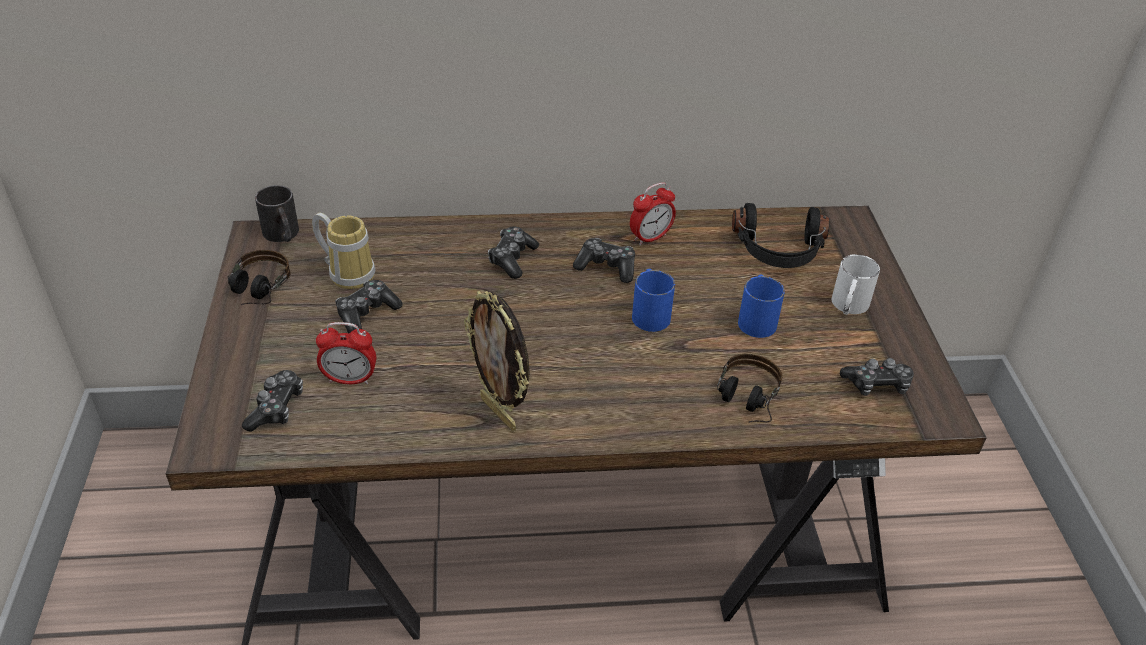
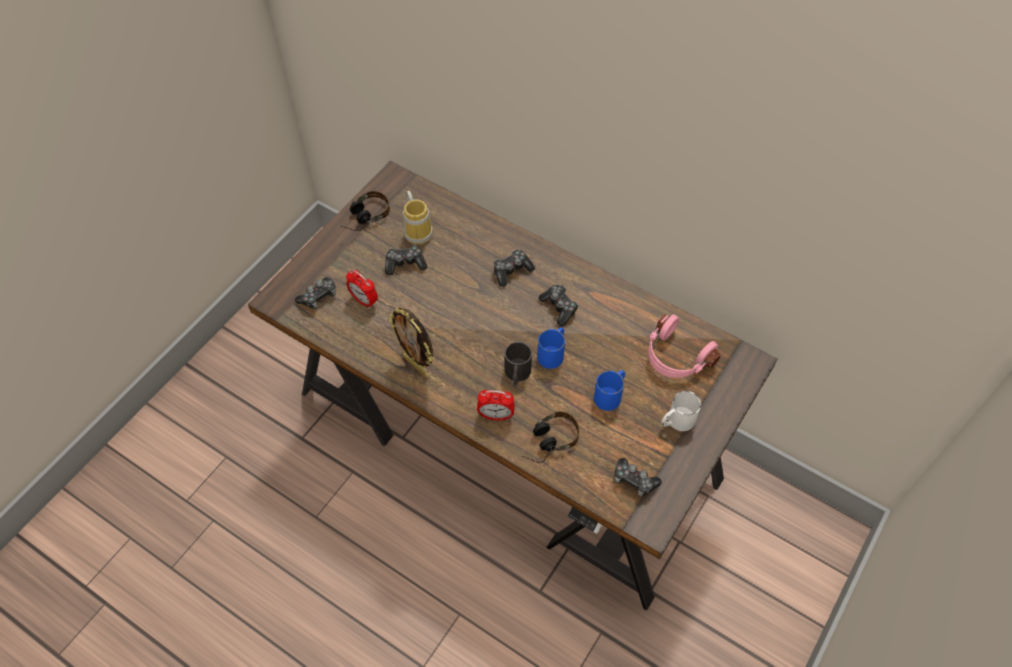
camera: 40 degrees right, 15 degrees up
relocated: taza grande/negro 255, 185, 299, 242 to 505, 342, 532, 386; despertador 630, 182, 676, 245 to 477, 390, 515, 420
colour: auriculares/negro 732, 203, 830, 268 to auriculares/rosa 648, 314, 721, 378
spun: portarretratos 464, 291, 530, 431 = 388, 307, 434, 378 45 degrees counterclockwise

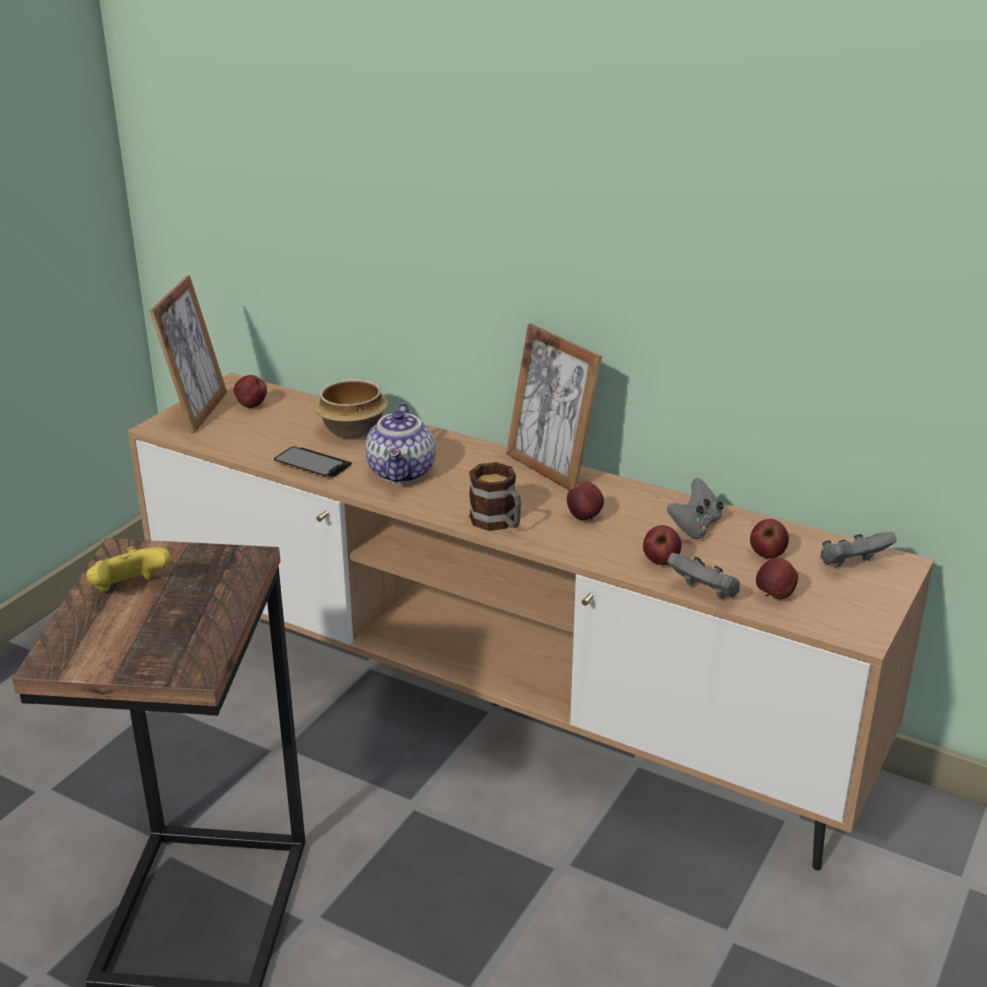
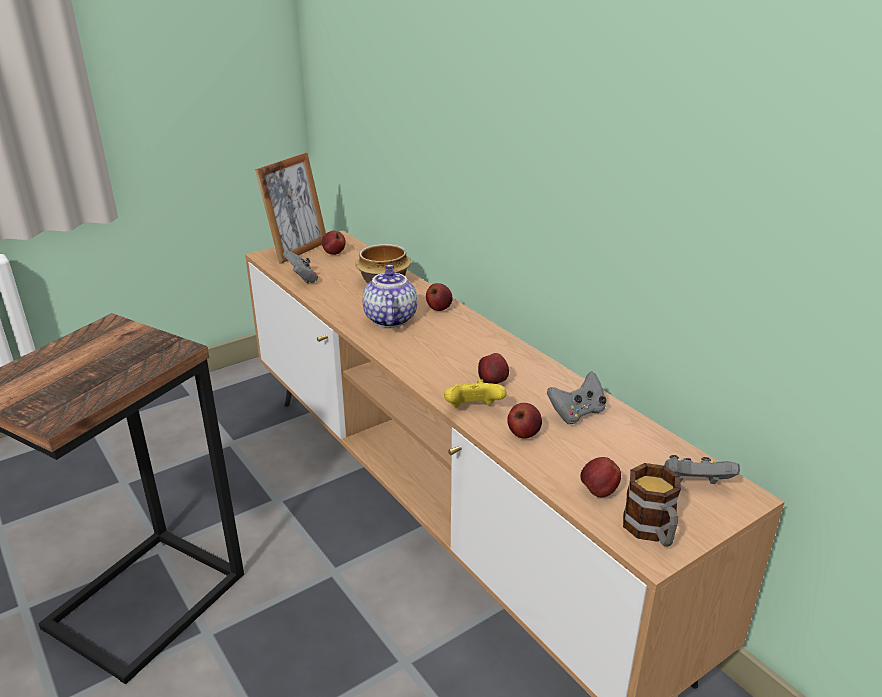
camera: 25 degrees right, 0 degrees up
missing: móvil 274, 447, 352, 477; portarretratos 506, 323, 602, 491
relocated: mando de consola/amarillo 86, 546, 171, 591 to 444, 380, 507, 407; taza grande 469, 462, 521, 531 to 623, 463, 681, 547; mando de consola/gris 667, 553, 740, 599 to 283, 250, 318, 283; manzana 750, 519, 789, 559 to 426, 283, 453, 311
spun: tetera 365, 403, 436, 484 = 363, 265, 418, 327 150 degrees clockwise

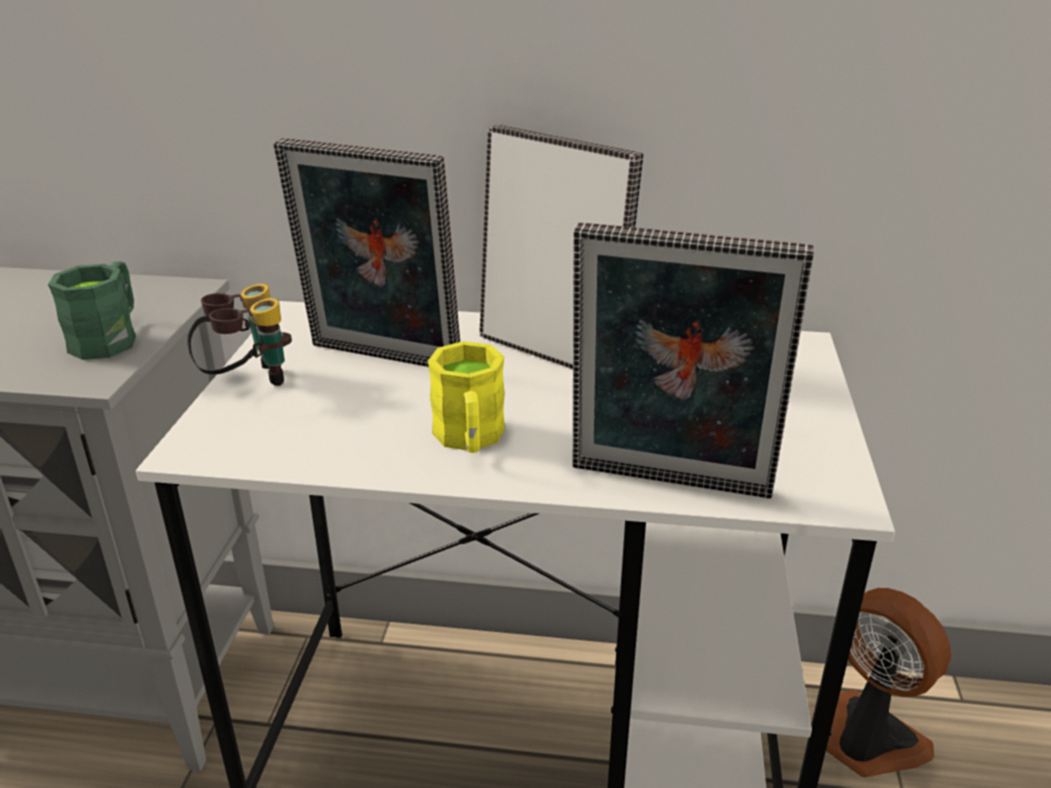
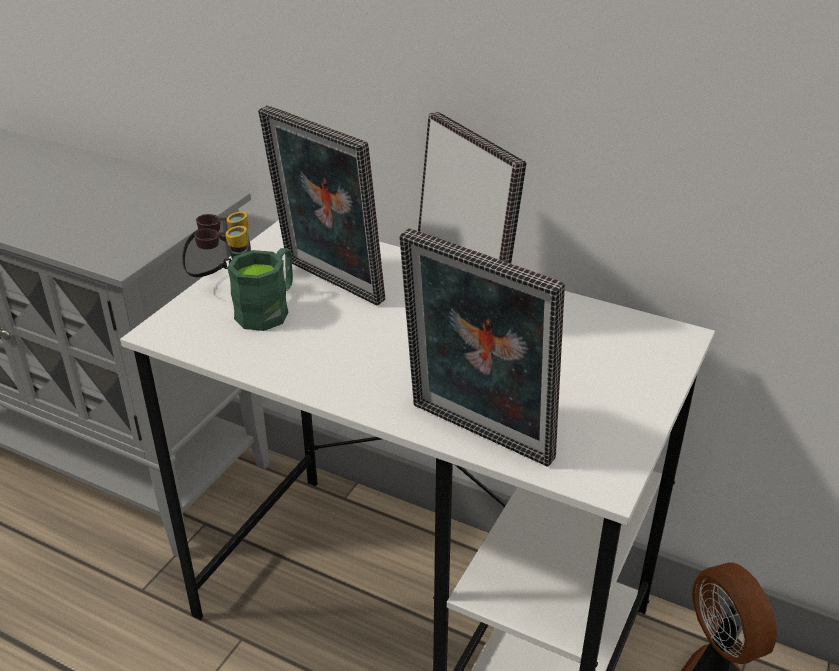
camera: 20 degrees right, 5 degrees up
missing: taza grande/amarillo 428, 341, 505, 453
relocated: taza grande/verde 48, 261, 136, 360 to 227, 248, 293, 331

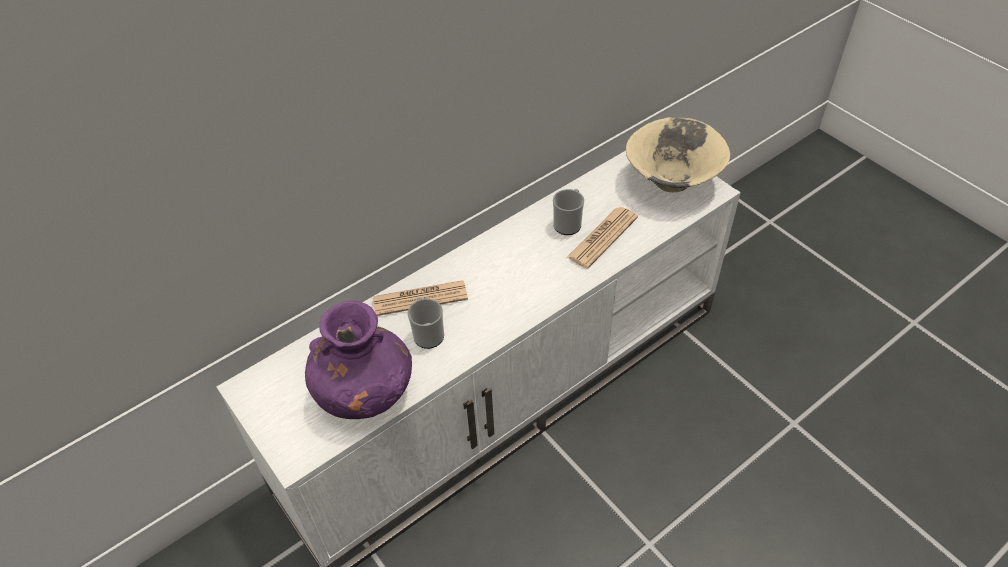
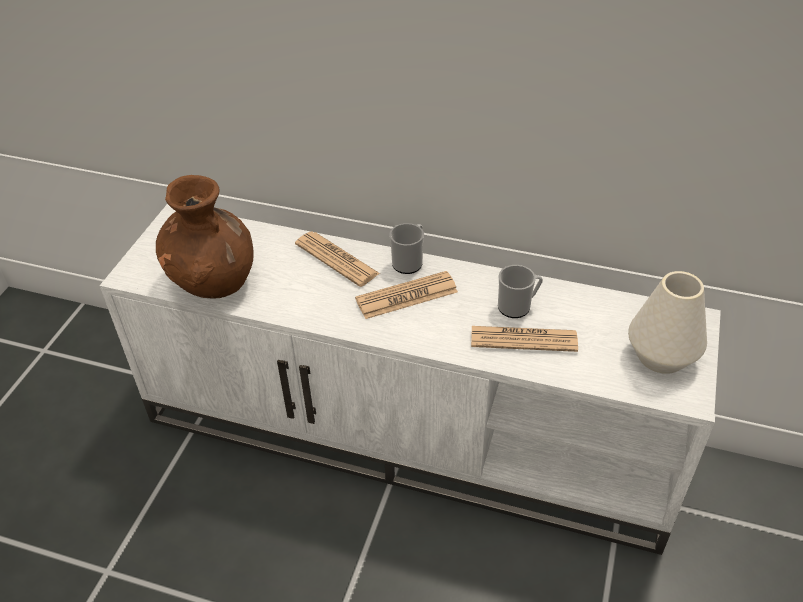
camera: 55 degrees right, 5 degrees down
appeared: periódico 355, 271, 458, 319
relocated: taza grande 408, 297, 444, 349 to 389, 223, 424, 274
exchanged: cuenco/beis 626, 117, 730, 192 to florero/blanco 628, 271, 707, 374
colour: florero/morado 305, 301, 412, 419 to florero/marrón 156, 175, 254, 299

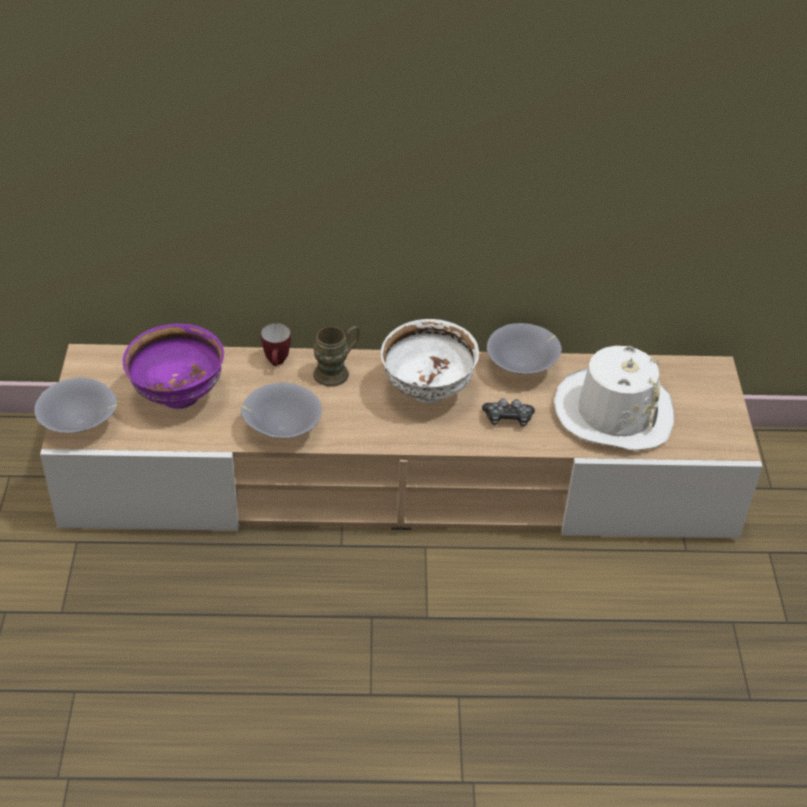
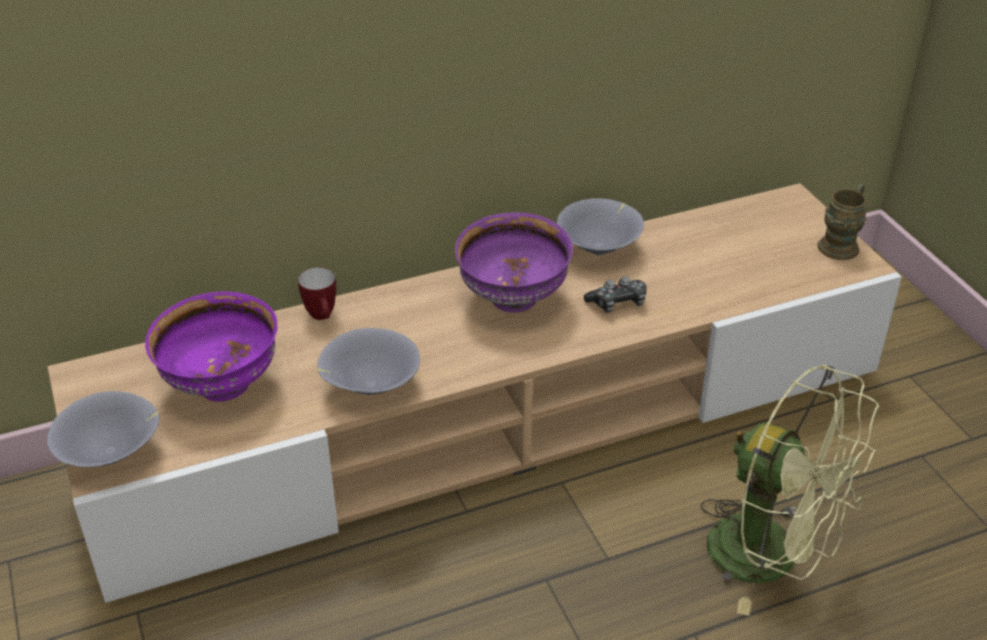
camera: 20 degrees left, 5 degrees down
missing: sombrero/blanco 554, 346, 674, 451
appeared: ventilador/verde 700, 364, 879, 616
relocated: taza grande/marrón 313, 326, 360, 387 to 817, 184, 866, 260
colour: cuenco/blanco 381, 319, 479, 403 to cuenco/morado 455, 212, 573, 313

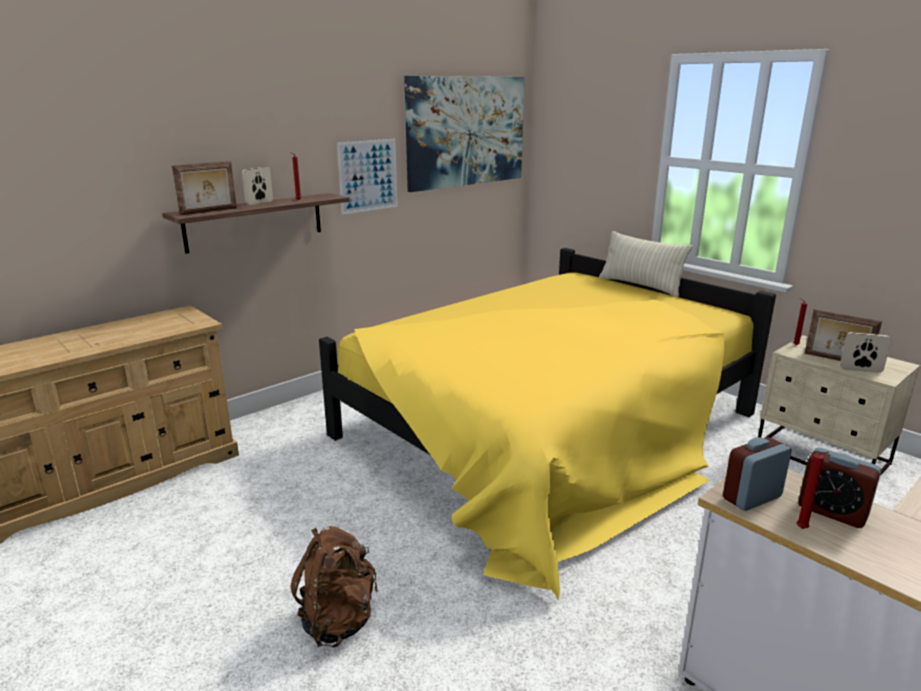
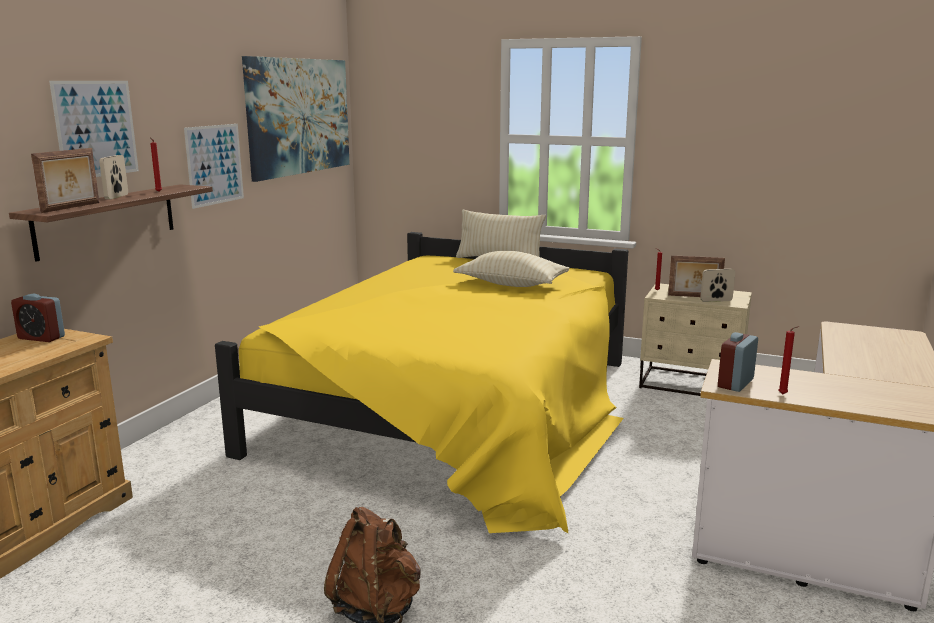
camera: 25 degrees left, 5 degrees down
appeared: cuadro 49, 81, 139, 177; cojín/beis 453, 251, 570, 287
relocated: despertador 798, 448, 881, 528 to 11, 294, 65, 342

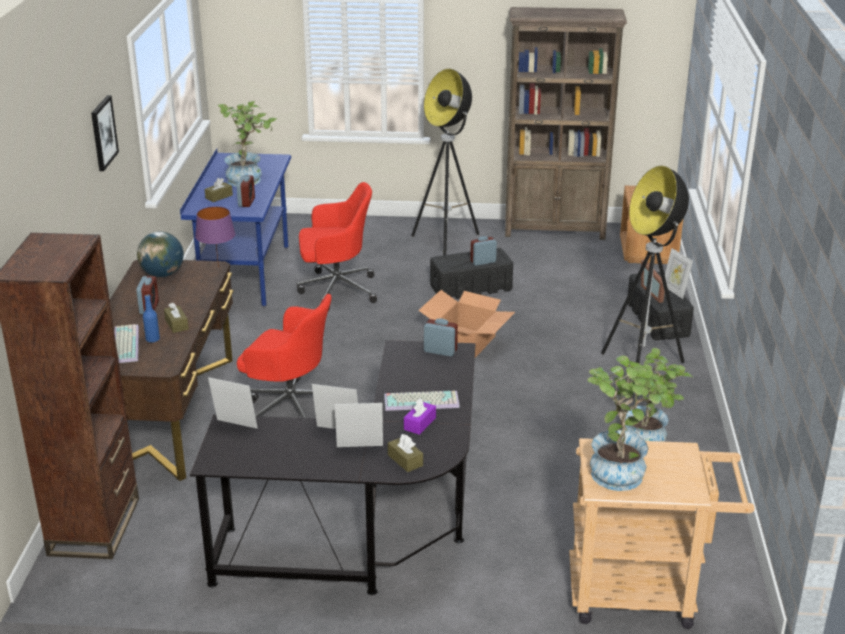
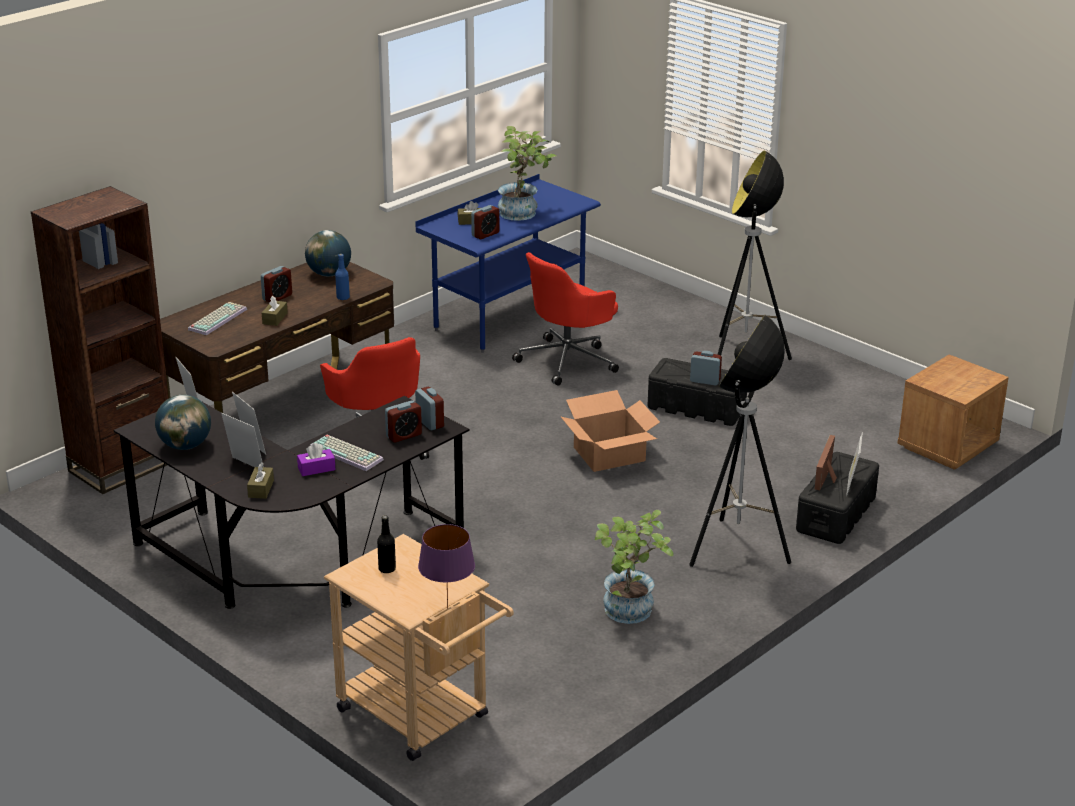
camera: 40 degrees right, 0 degrees up
missing: cuadro 91, 95, 119, 171; estantería/marrón 505, 7, 627, 240
appeared: globo terráqueo 155, 395, 211, 450; despertador 385, 400, 422, 443
relocated: botella/azul 143, 294, 160, 343 to 335, 254, 350, 300; lámpara de mesa/morado 195, 206, 235, 268 to 418, 524, 475, 608
exchanged: planta en maceta 588, 356, 668, 491 to botella/negro 377, 516, 396, 573
spun: silla de oficina/rojo 297, 182, 377, 311 = 512, 252, 619, 385 105 degrees clockwise

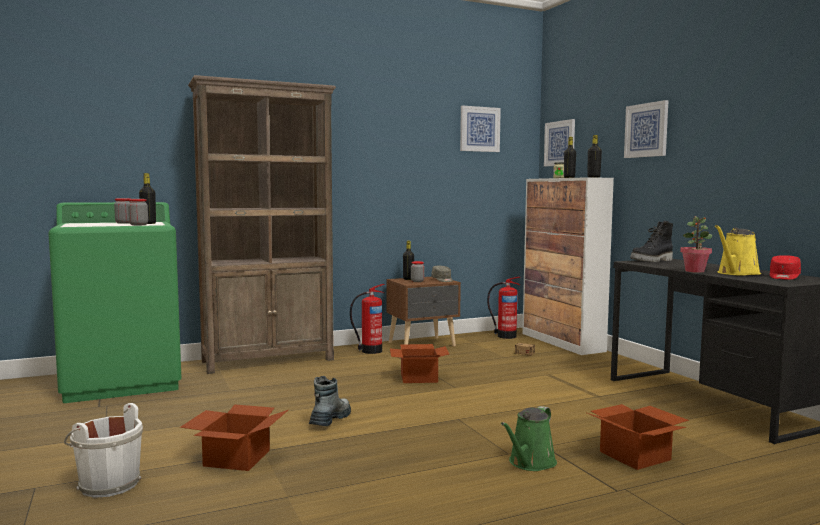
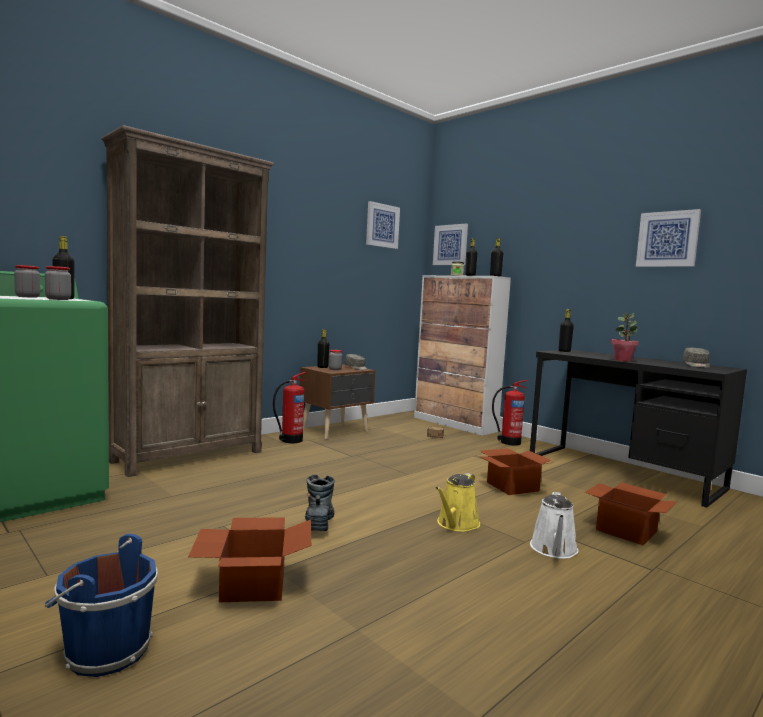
camera: 20 degrees left, 0 degrees up
relocated: caja de cartón 390, 344, 449, 383 to 479, 448, 551, 495; extintor 487, 276, 520, 339 to 492, 380, 529, 446; cuadro 624, 100, 669, 158 to 636, 209, 701, 267; regadera/amarillo 715, 225, 761, 276 to 435, 473, 480, 532
exchanged: bota/negro 630, 221, 673, 262 to botella/negro 559, 309, 574, 352
colour: cubo/blanco 64, 403, 143, 498 to cubo/azul 45, 534, 158, 677; regadera/verde 501, 406, 557, 471 to regadera/blanco 530, 492, 578, 559; gorra/rojo 770, 255, 801, 280 to gorra/gris 682, 348, 710, 368

